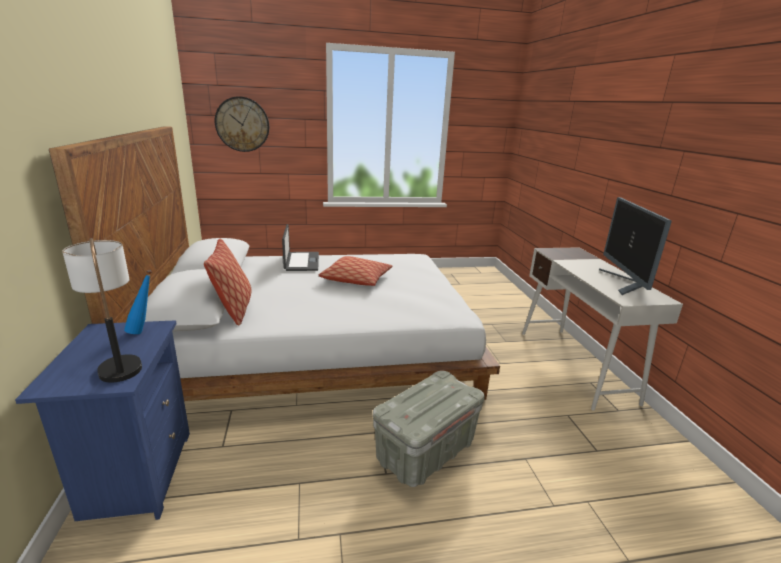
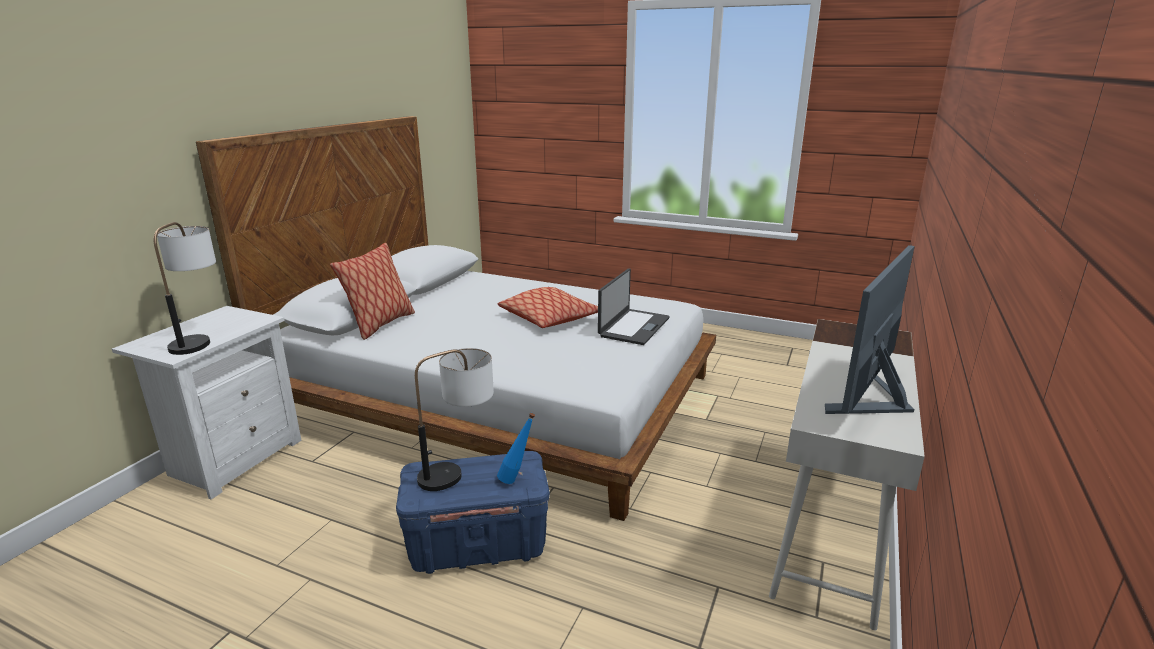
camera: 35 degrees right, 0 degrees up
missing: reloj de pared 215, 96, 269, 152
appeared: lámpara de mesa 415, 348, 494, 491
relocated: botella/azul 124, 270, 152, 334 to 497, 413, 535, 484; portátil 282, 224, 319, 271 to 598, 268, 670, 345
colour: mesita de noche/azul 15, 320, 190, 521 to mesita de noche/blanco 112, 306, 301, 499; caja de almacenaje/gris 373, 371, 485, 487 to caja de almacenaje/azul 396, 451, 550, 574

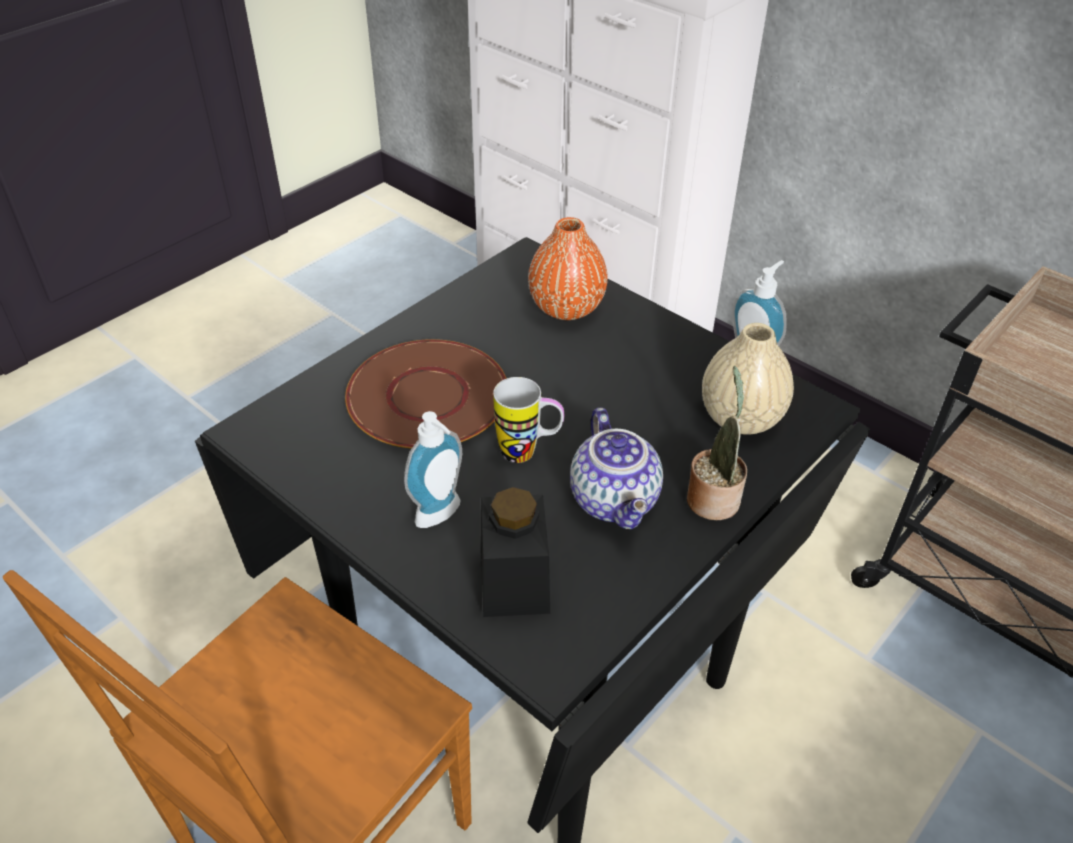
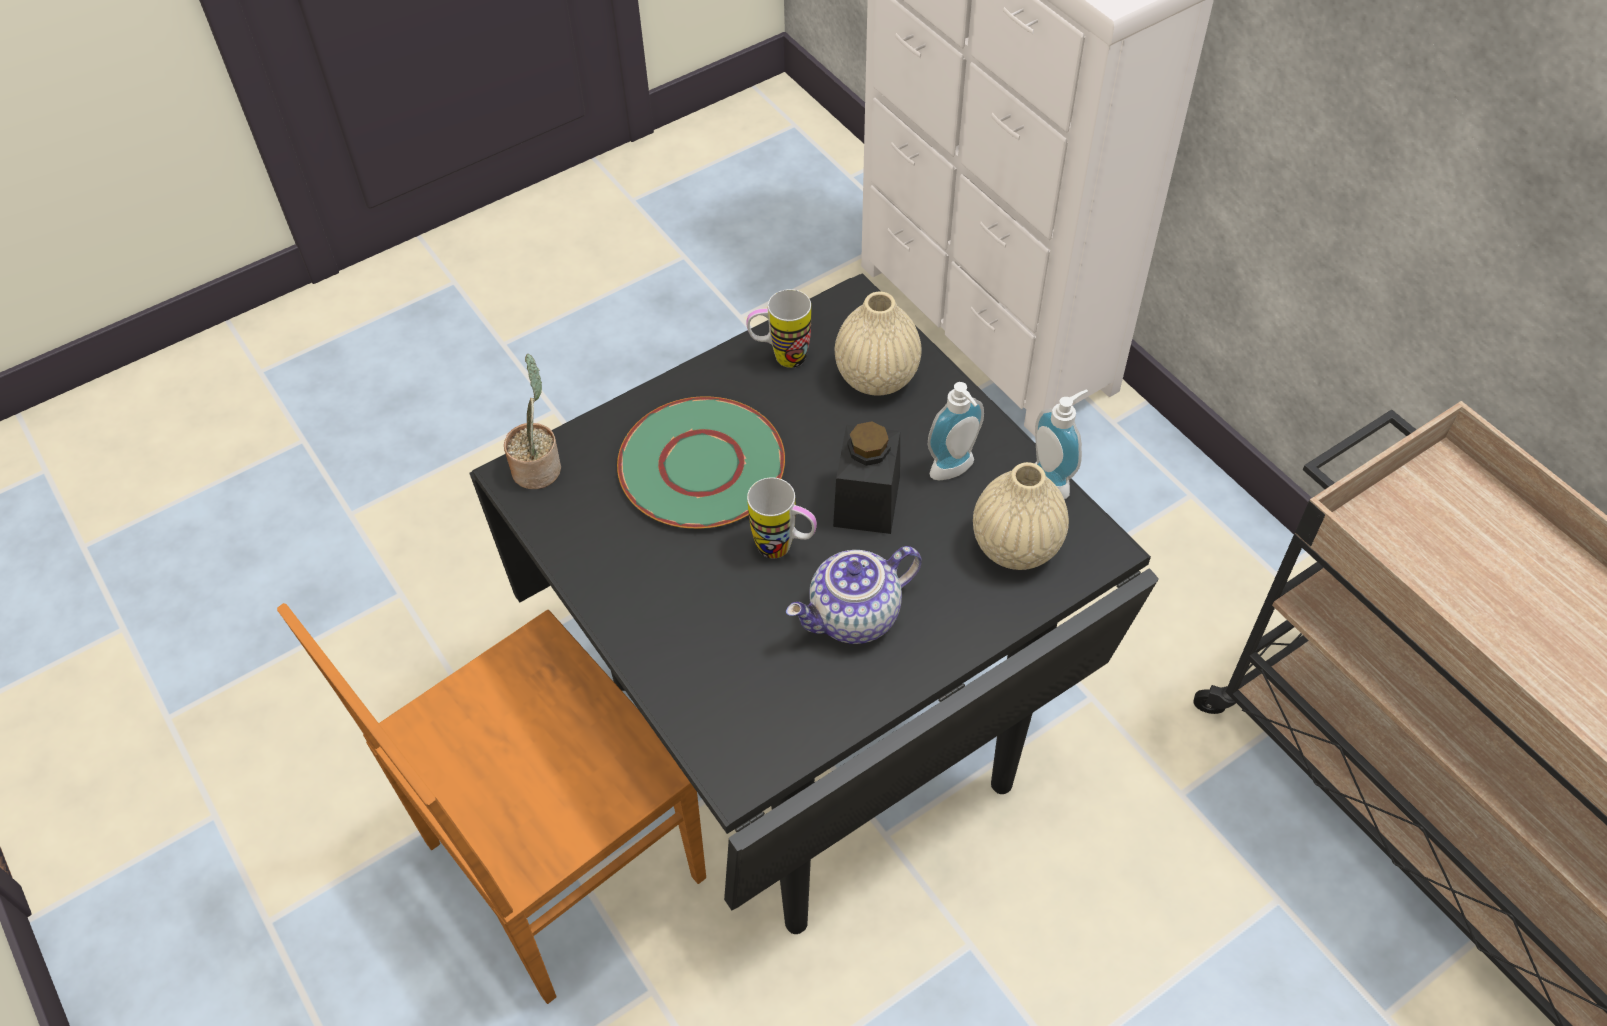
camera: 15 degrees right, 10 degrees up
appeared: taza grande 746, 289, 811, 368
relocated: dispensador de jabón 404, 411, 462, 528 to 928, 382, 984, 481; tarro/negro 481, 487, 550, 617 to 833, 421, 900, 534; planta en maceta 687, 366, 747, 520 to 504, 354, 561, 489
colour: plato/marrón 345, 339, 507, 449 to plato/verde 617, 396, 785, 529; florero/naranja 528, 217, 608, 320 to florero/beis 835, 292, 922, 396
spun: tetera 570, 408, 663, 529 = 786, 546, 922, 644 60 degrees clockwise

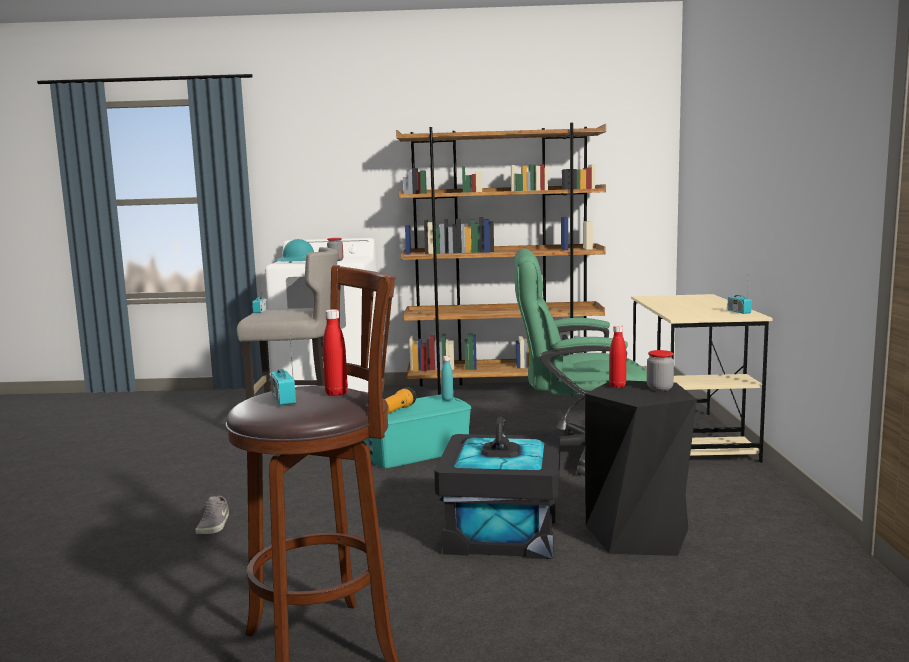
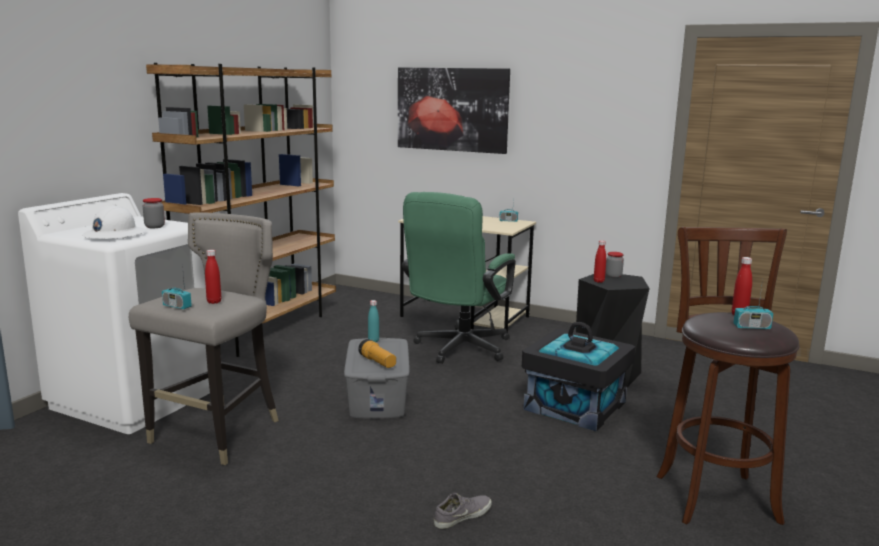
camera: 65 degrees left, 5 degrees up
appeared: botella/rojo 205, 250, 221, 304; cuadro 398, 67, 510, 154
colour: casco/turquesa 276, 239, 314, 263 to casco/blanco 82, 206, 146, 239; caja de almacenaje/turquesa 364, 394, 472, 468 to caja de almacenaje/gris 344, 338, 410, 419
spun: zapato/gris 196, 496, 229, 534 = 434, 493, 492, 529 60 degrees counterclockwise

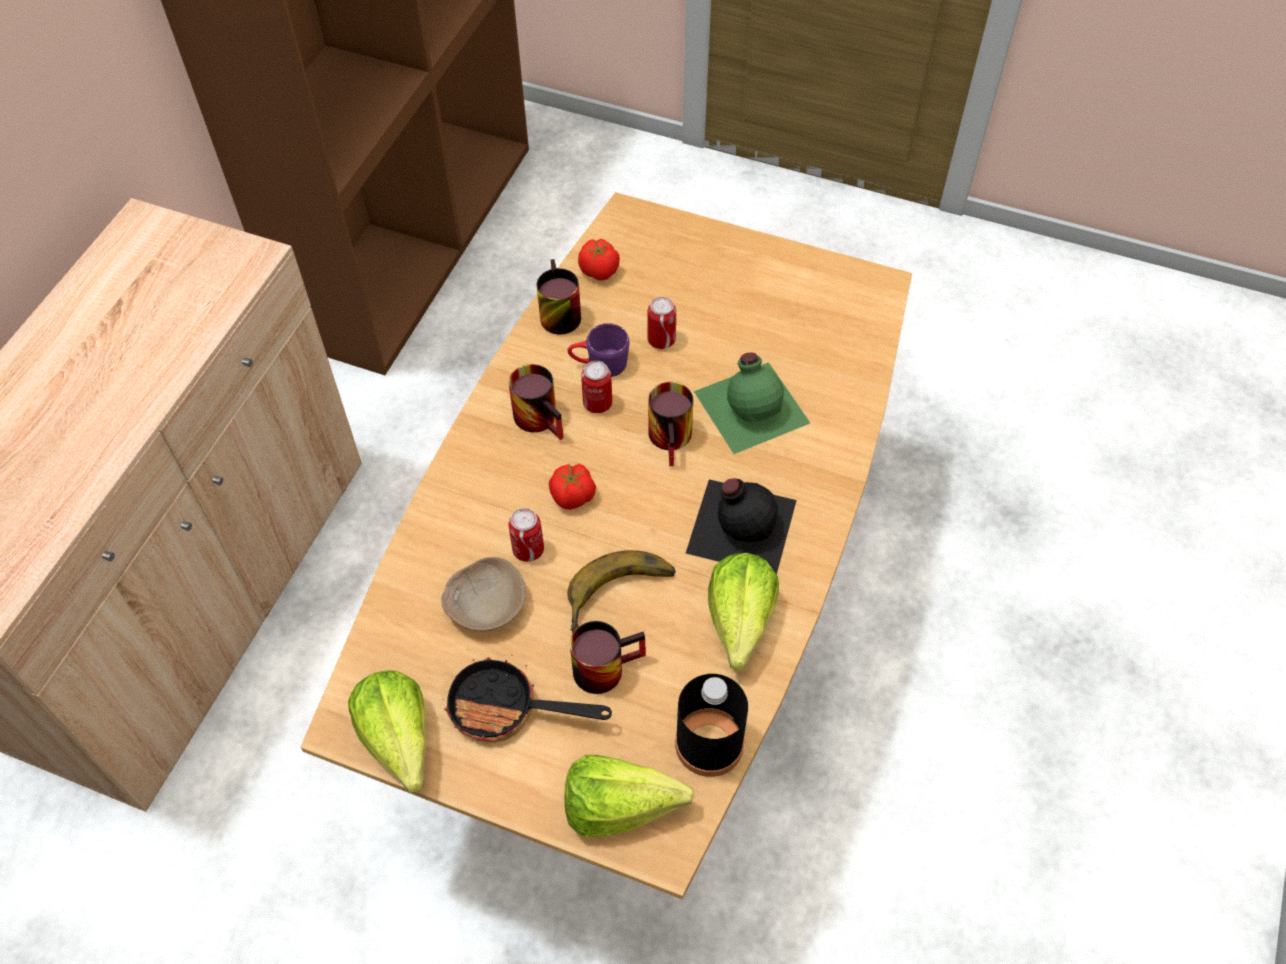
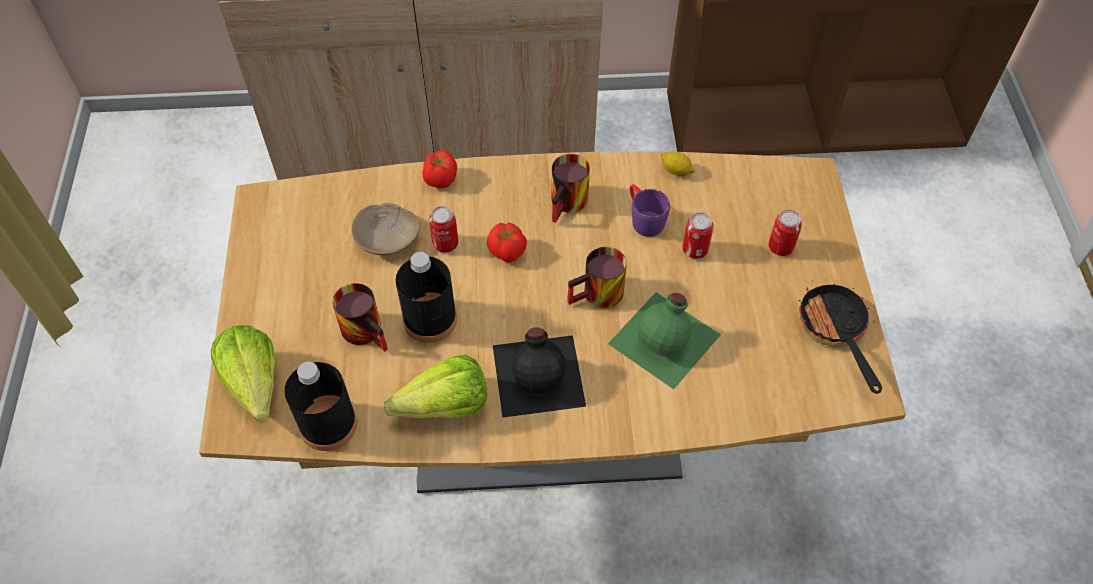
camera: 65 degrees right, 0 degrees up
missing: lechuga 348, 671, 426, 793
relocated: sartén 443, 657, 612, 742 to 798, 284, 882, 394; tomate 578, 239, 620, 281 to 422, 150, 457, 188; lata 581, 361, 612, 413 to 768, 210, 802, 256
exchanged: taza grande 537, 259, 581, 335 to limón 661, 152, 695, 176; plátano 567, 550, 676, 634 to botella/negro 396, 252, 457, 343

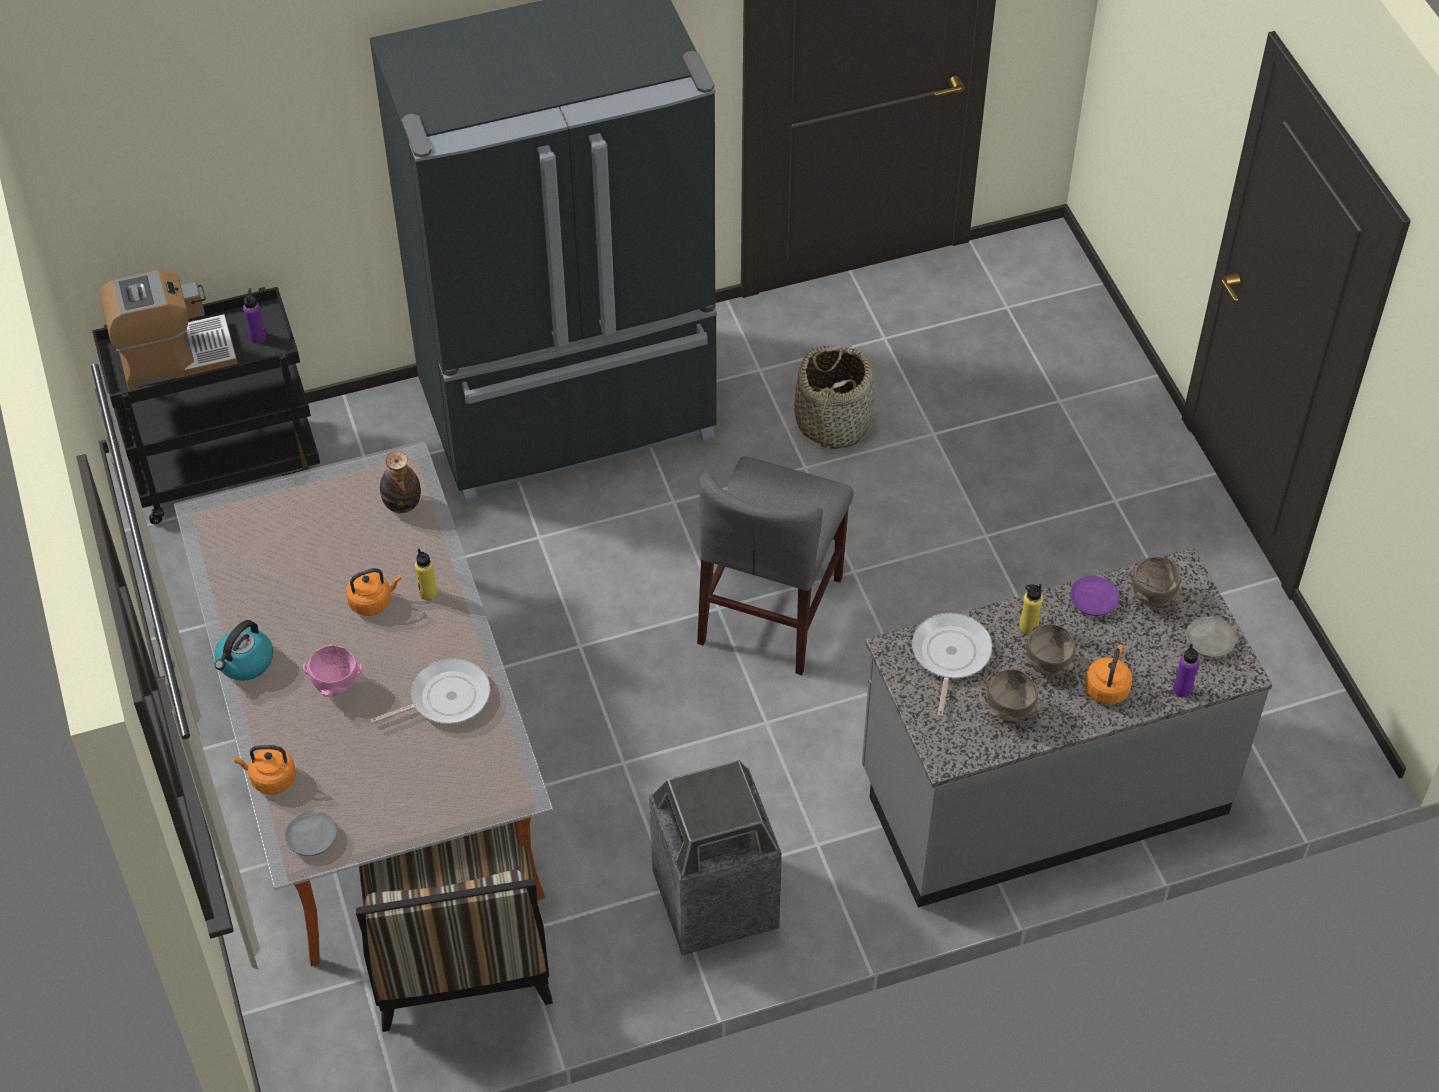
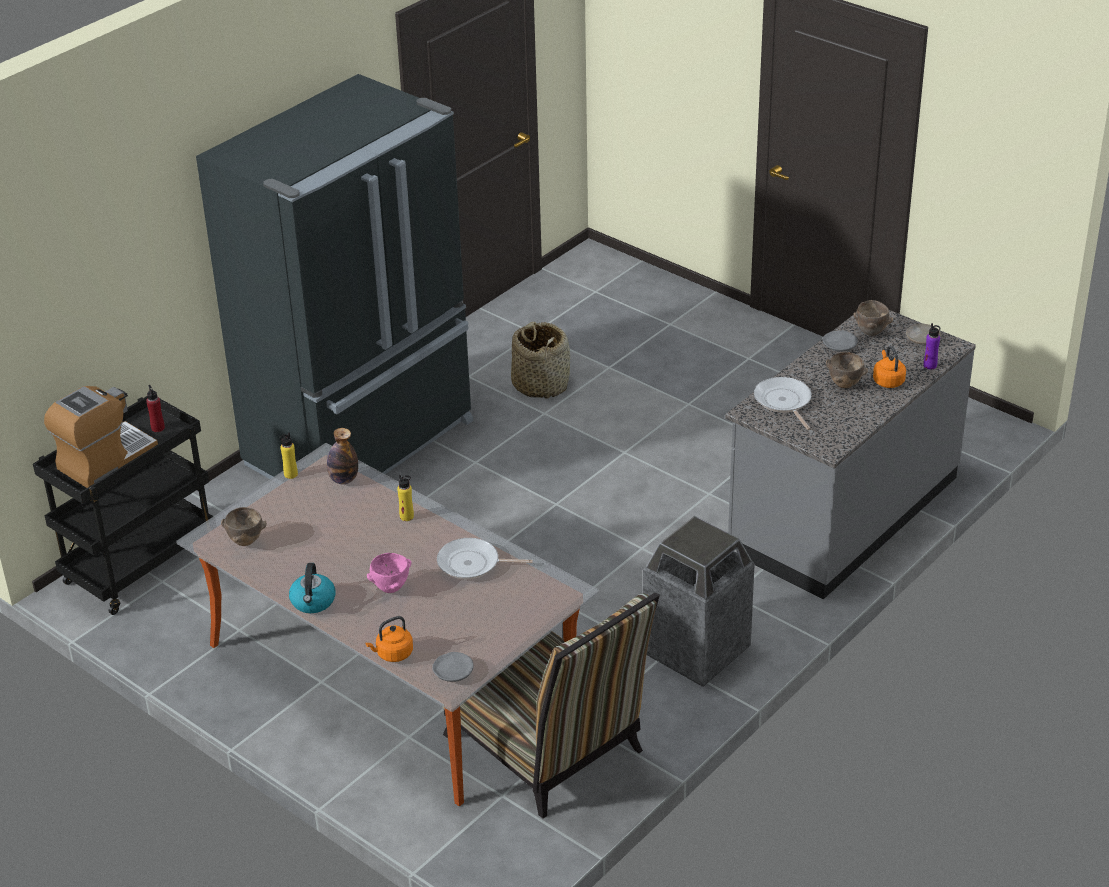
camera: 30 degrees left, 15 degrees down
missing: hervidor/naranja 346, 568, 401, 616; silla/gris 697, 456, 853, 675
relocated: cuenco/marrón 986, 669, 1041, 721 to 221, 507, 267, 546; botella/amarillo 1019, 584, 1043, 635 to 279, 432, 298, 479
colour: botella/morado 243, 288, 266, 344 to botella/rojo 146, 385, 165, 432; plato/morado 1070, 575, 1120, 616 to plato/gris 822, 330, 858, 352
spun: sartén 371, 658, 490, 724 = 437, 538, 533, 579 120 degrees counterclockwise

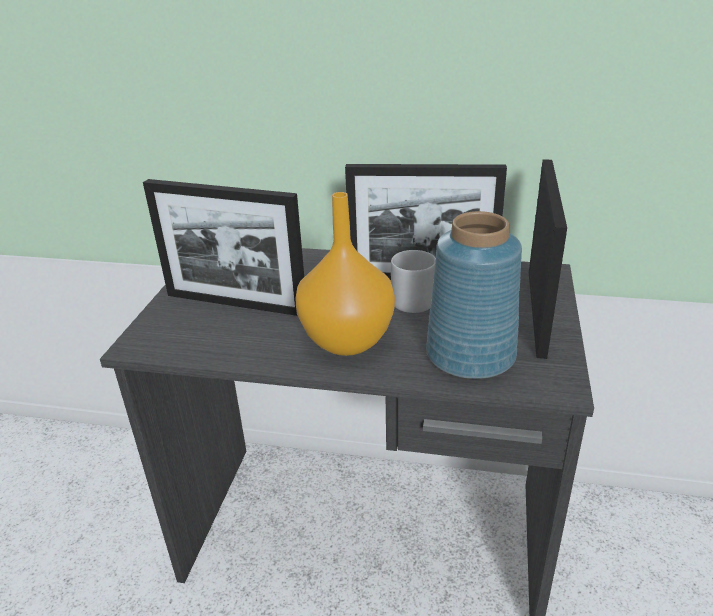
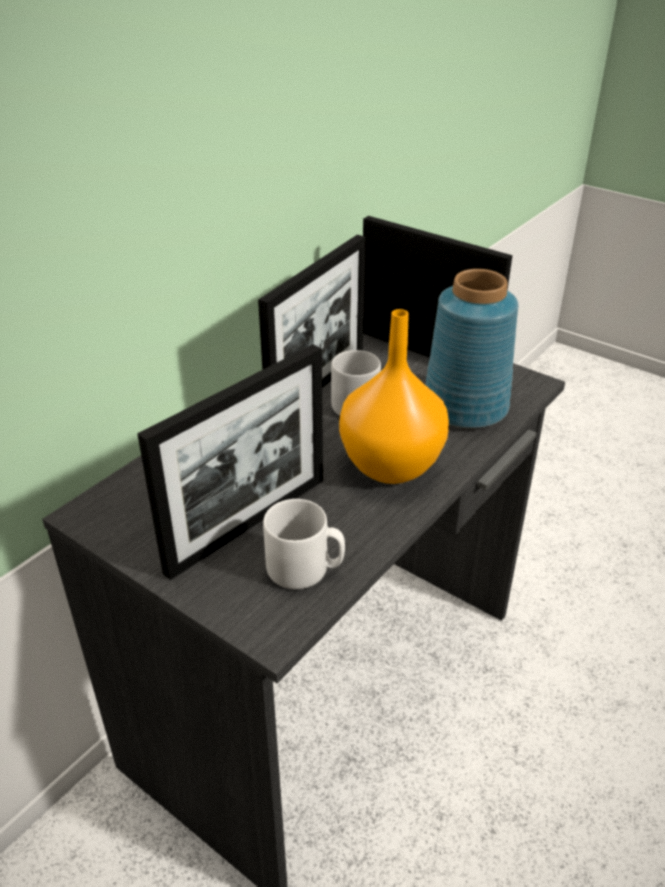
camera: 65 degrees left, 5 degrees up
appeared: taza grande/blanco 263, 499, 345, 589

